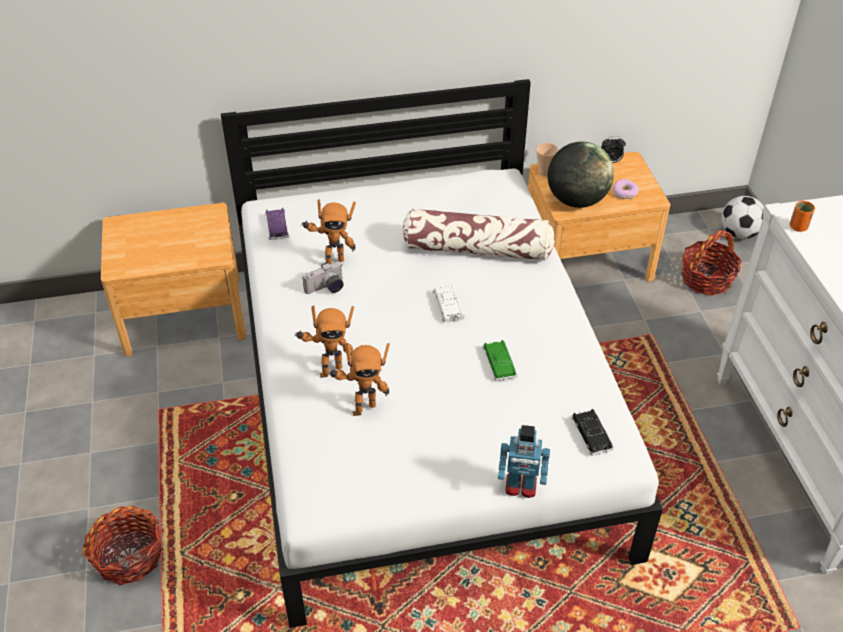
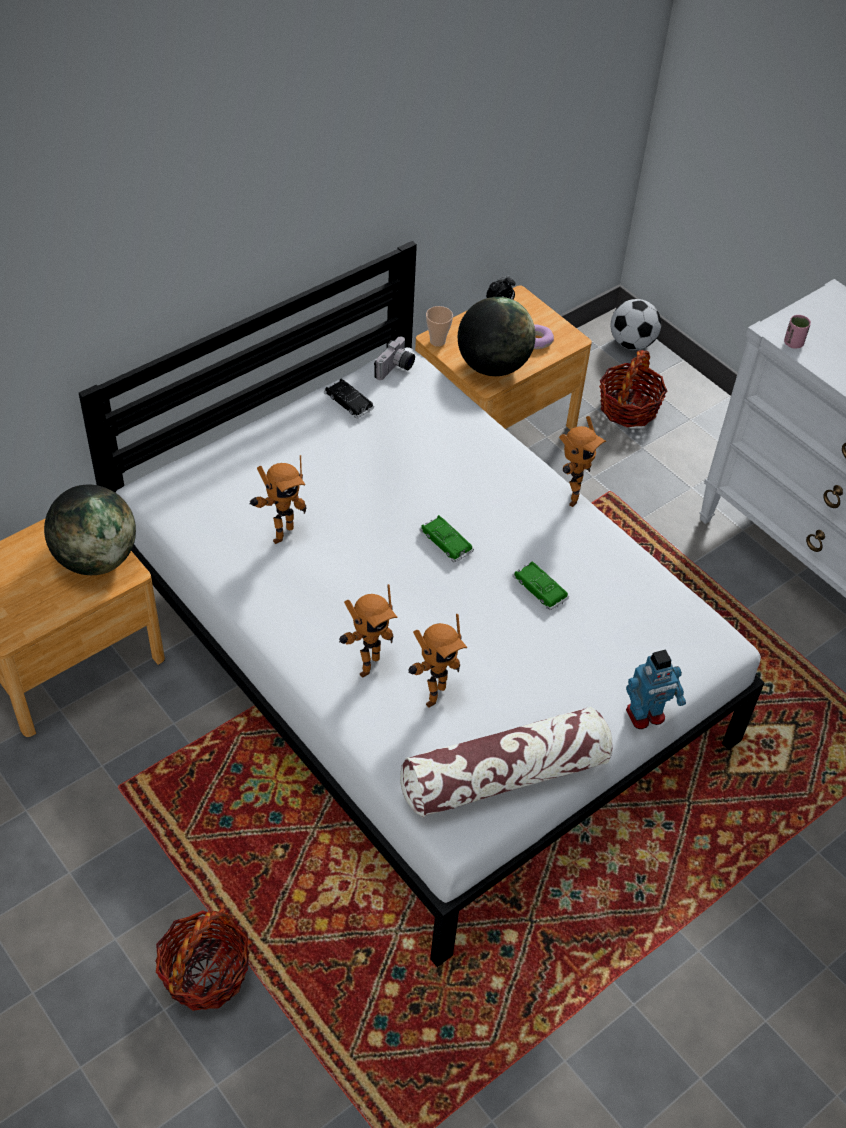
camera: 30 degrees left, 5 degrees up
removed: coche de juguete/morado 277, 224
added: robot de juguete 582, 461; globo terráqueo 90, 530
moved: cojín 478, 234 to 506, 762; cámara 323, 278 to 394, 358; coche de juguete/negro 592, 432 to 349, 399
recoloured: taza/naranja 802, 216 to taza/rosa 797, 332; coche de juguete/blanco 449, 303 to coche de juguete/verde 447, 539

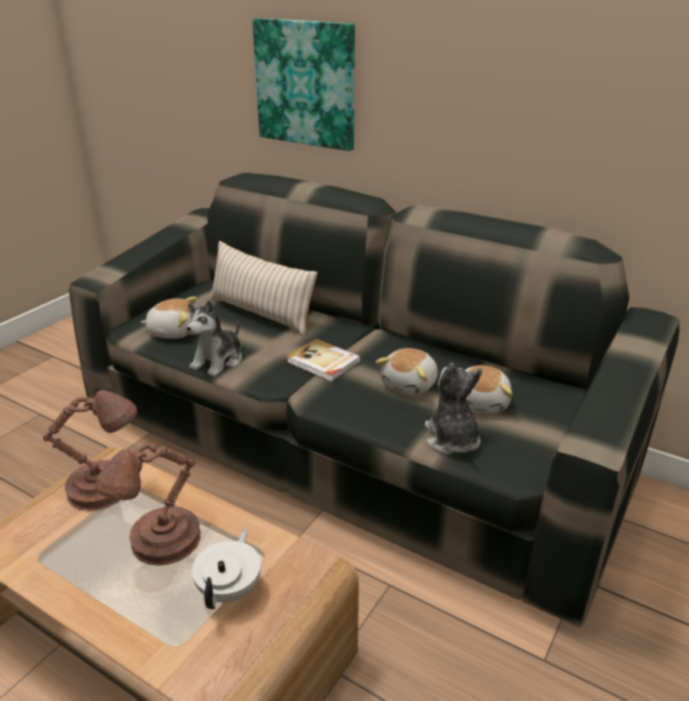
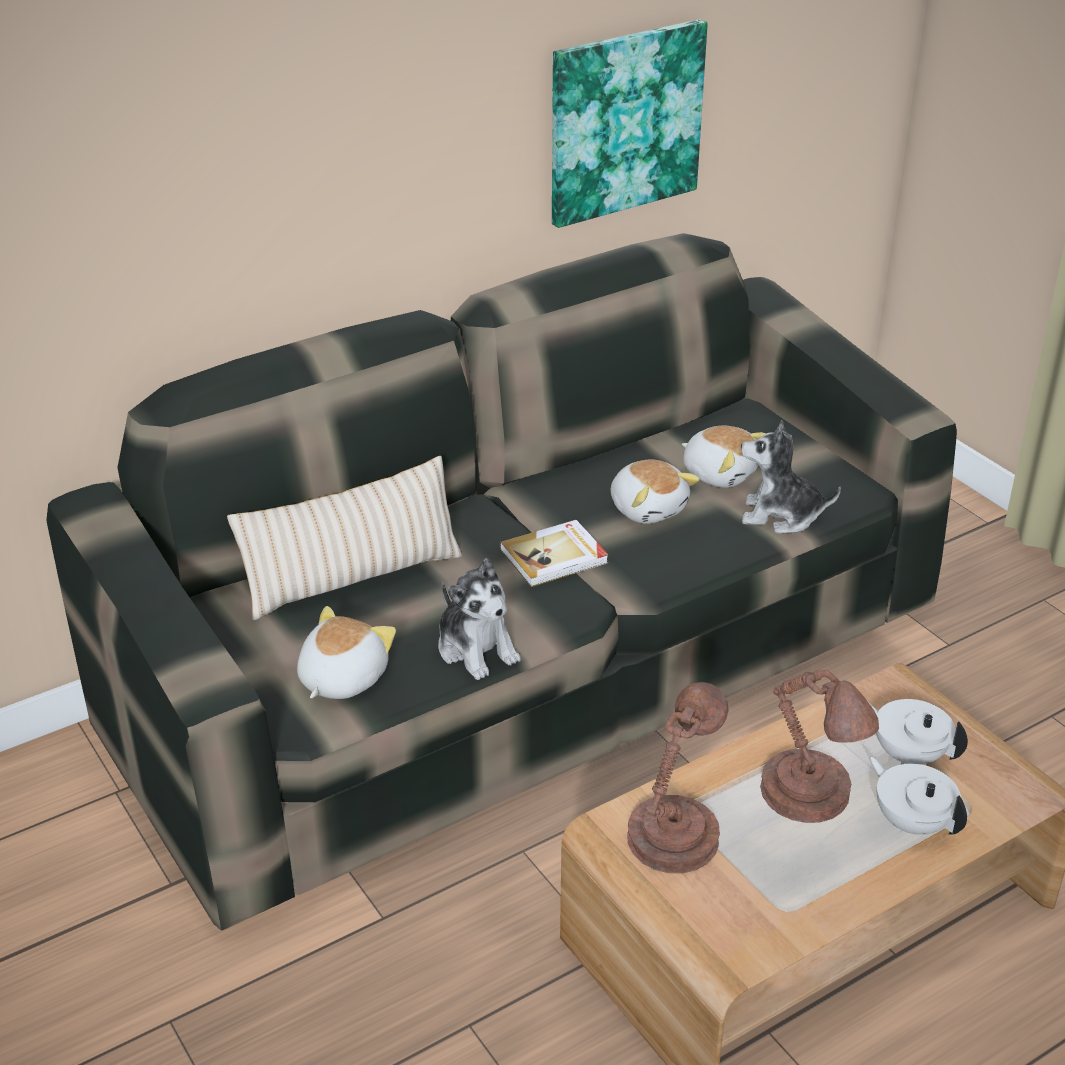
camera: 65 degrees left, 5 degrees up
added: tetera/blanco 918, 796
moved: cuadro 303, 84 to 630, 123

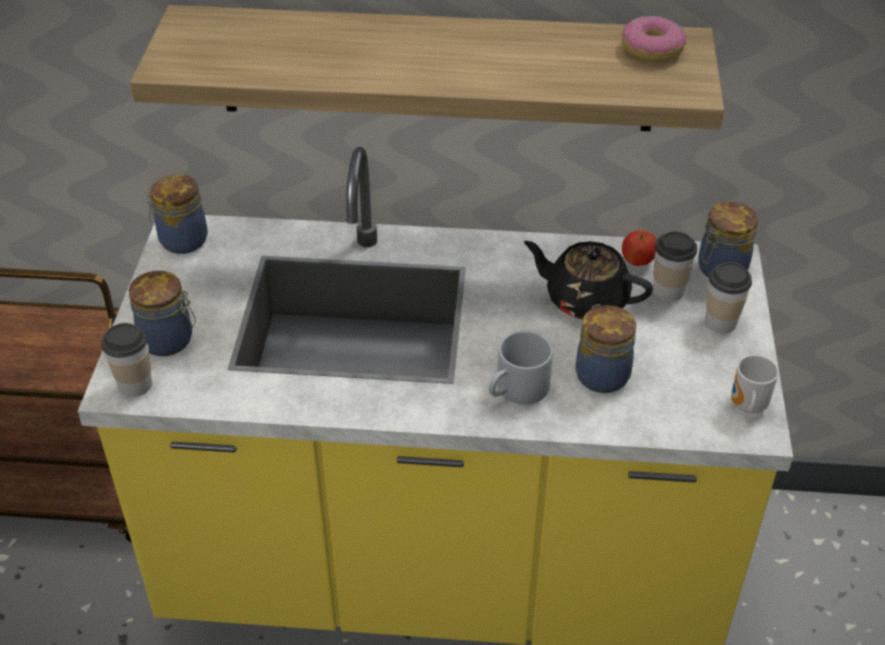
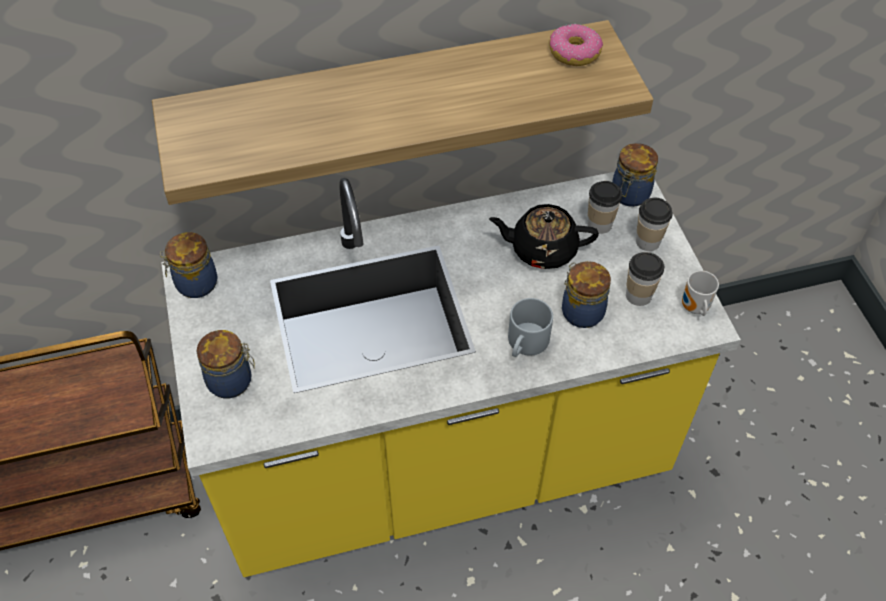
camera: 20 degrees left, 10 degrees up
removed: manzana 639, 248
moved: taza 126, 360 to 645, 279

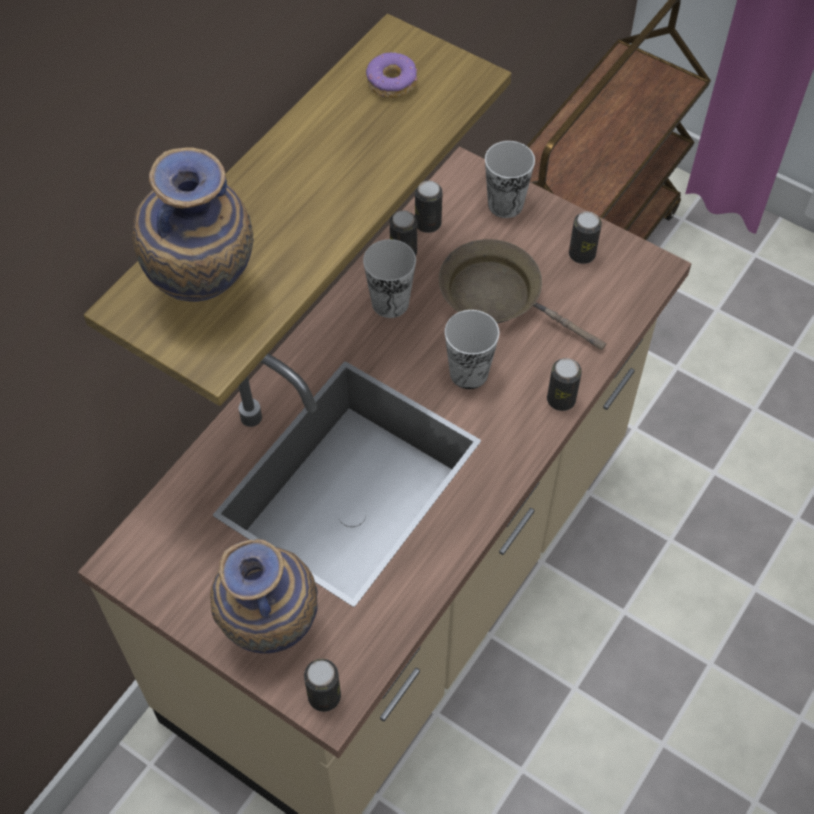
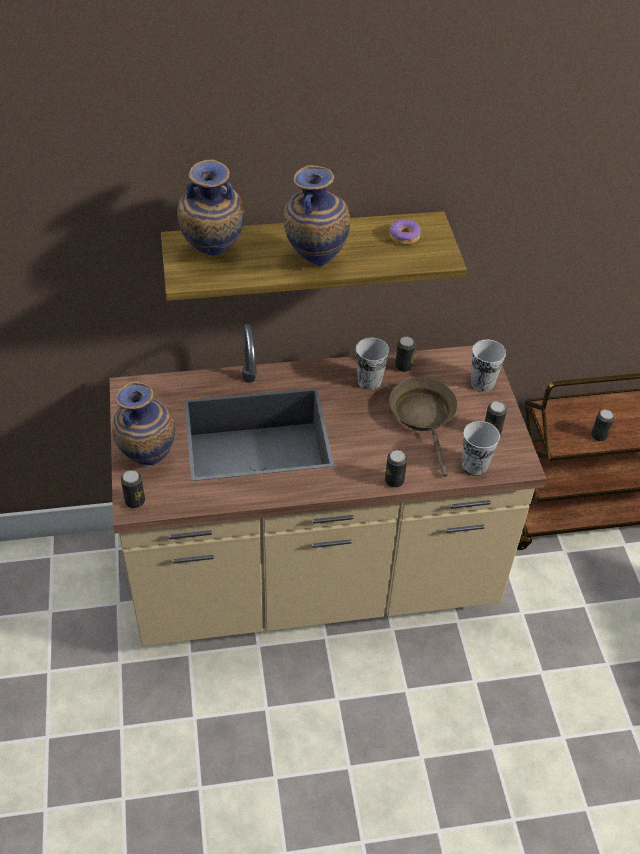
camera: 45 degrees right, 10 degrees down
added: florero 316, 216
moved: lata 428, 207 to 603, 425; taza 472, 349 to 481, 448

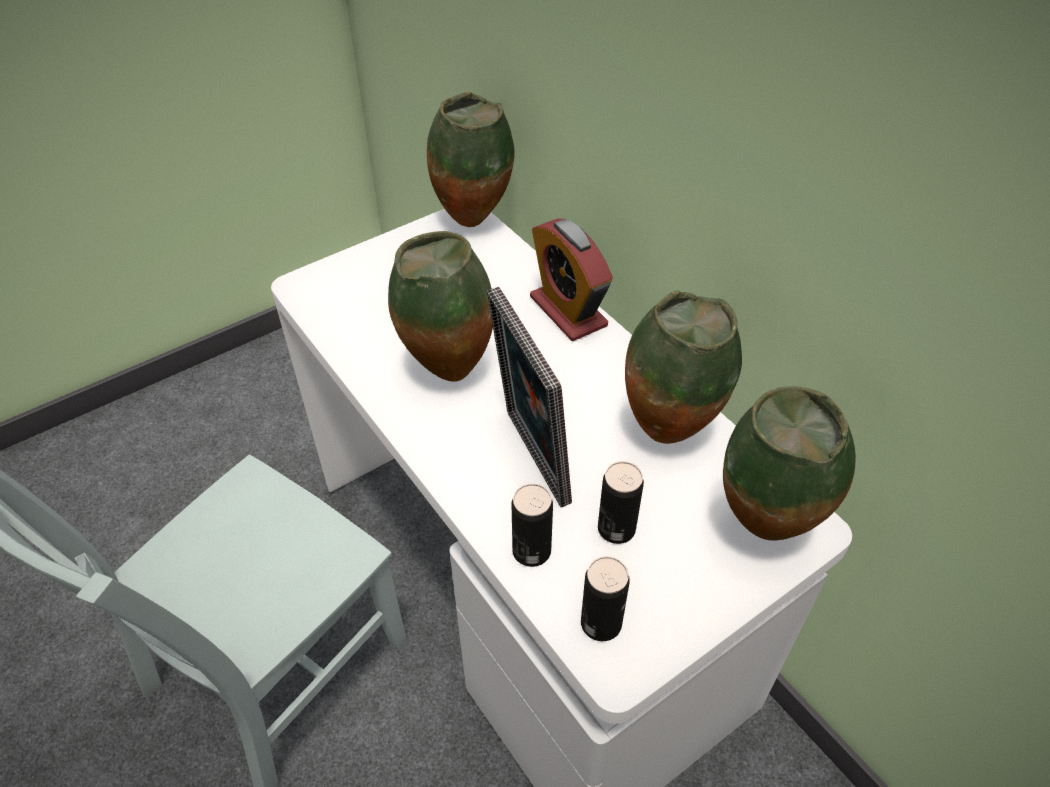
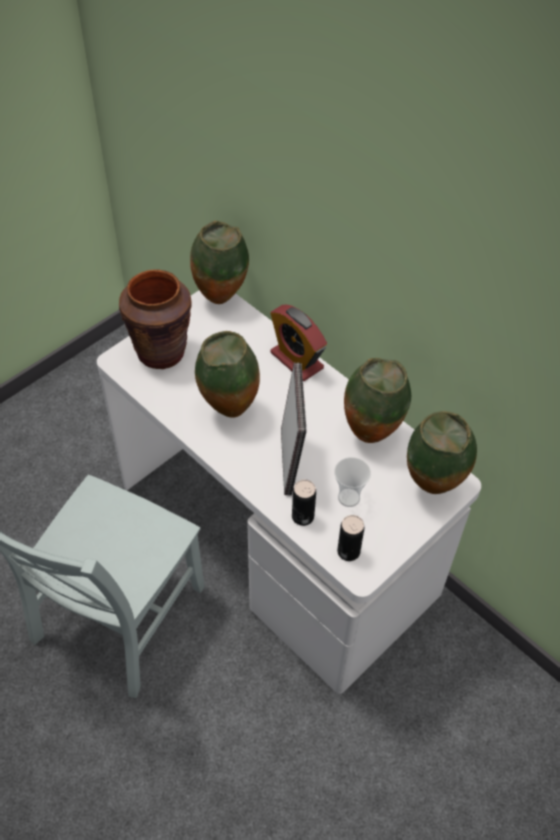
camera: 10 degrees left, 5 degrees up
added: florero/marrón 155, 319
replaced: lata 621, 502 to taza 352, 482
turned: portarretratos 529, 396 = 294, 429 150 degrees counterclockwise

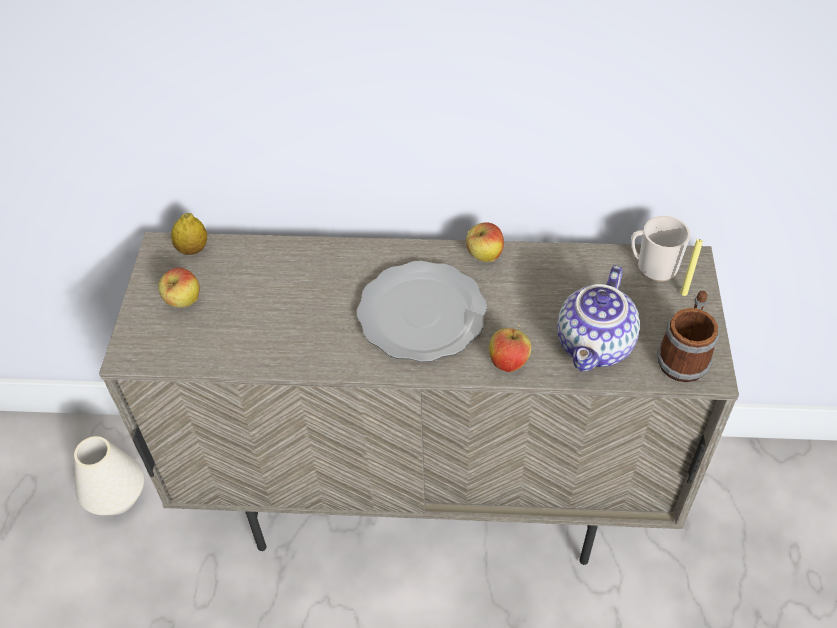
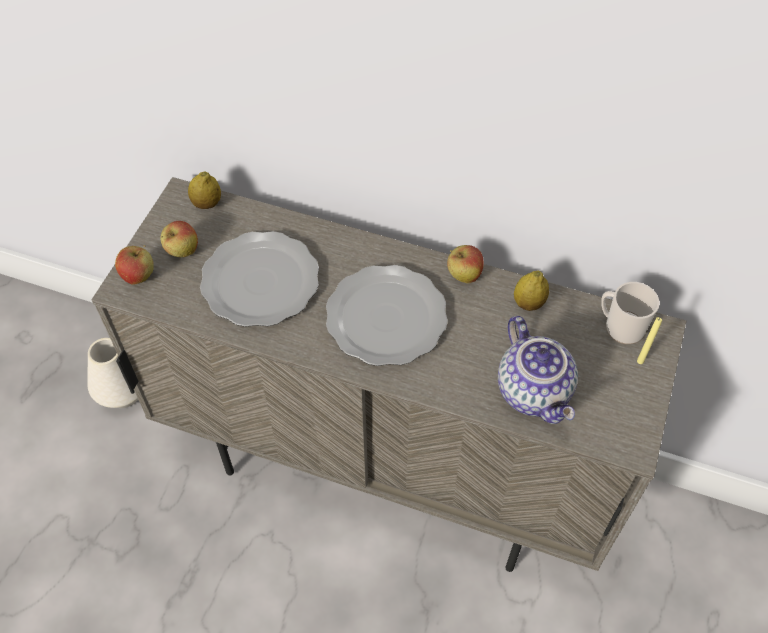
camera: 15 degrees right, 5 degrees up
removed: taza grande 688, 336
added: plato 259, 279; limón 531, 291
moved: manzana 510, 348 to 134, 265
turned: tetera 598, 318 = 538, 370 60 degrees counterclockwise

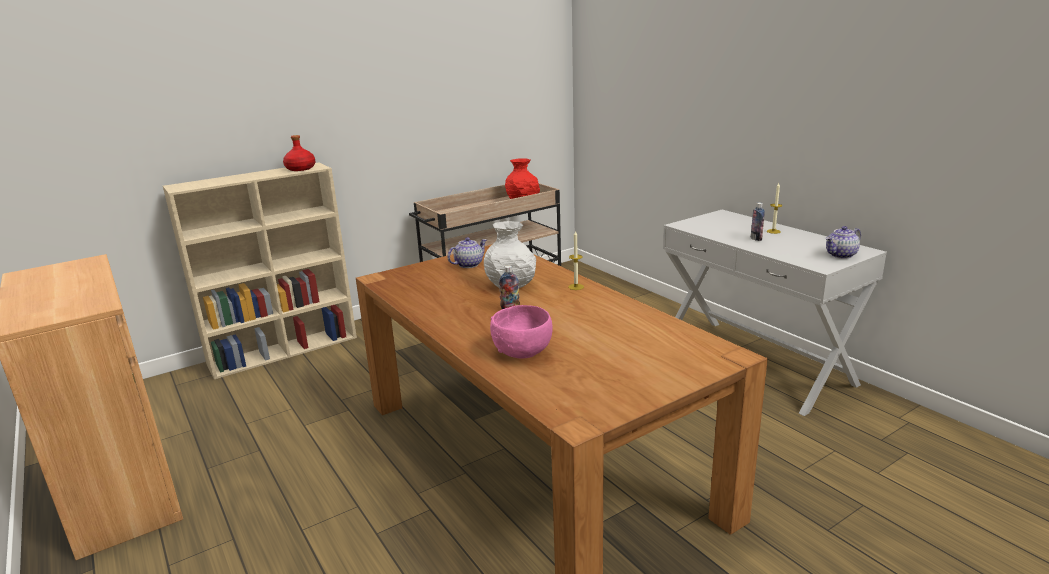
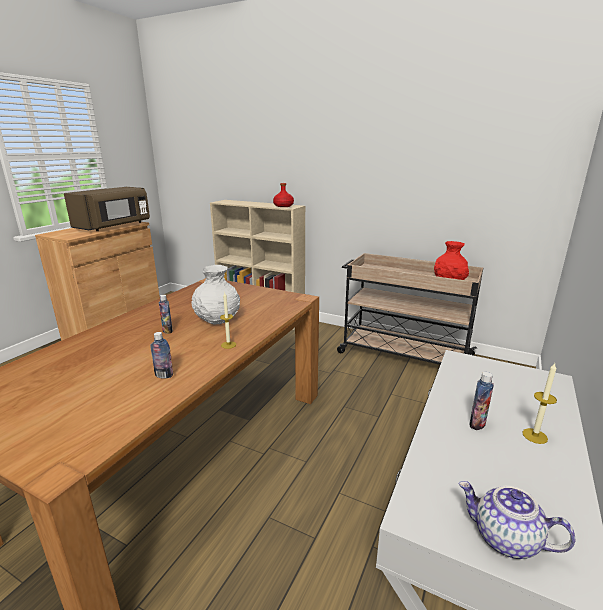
camera: 60 degrees right, 0 degrees up
removed: tetera 467, 252; cuenco/rosa 521, 332
added: microondas/marrón 107, 209; botella 161, 355

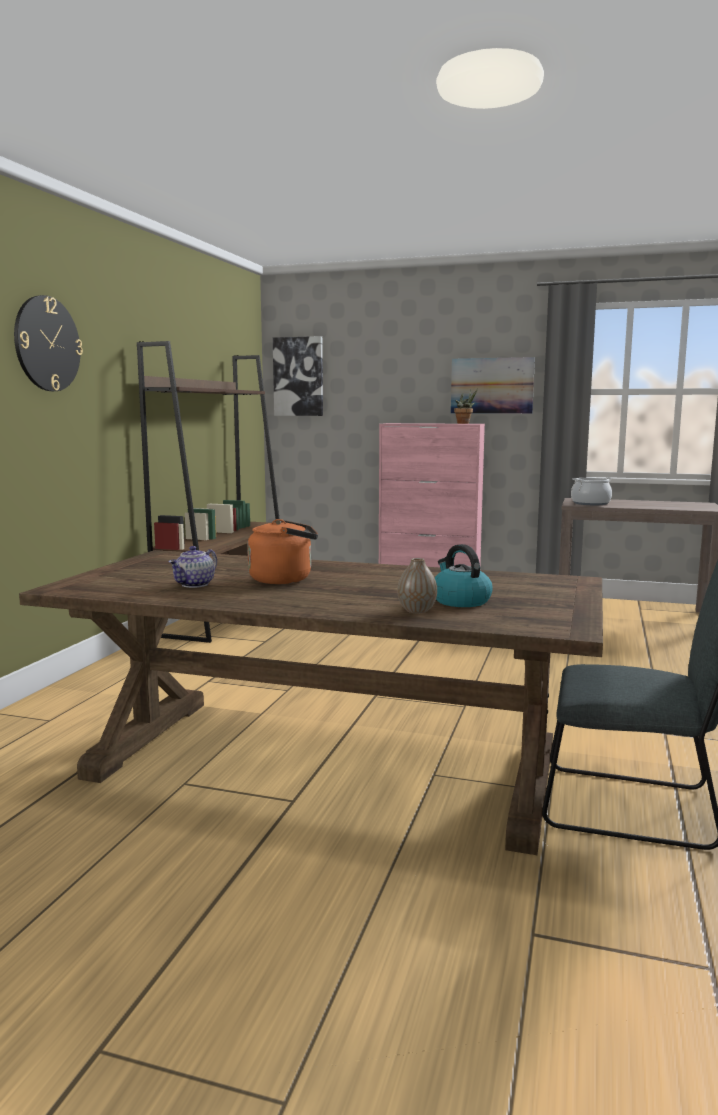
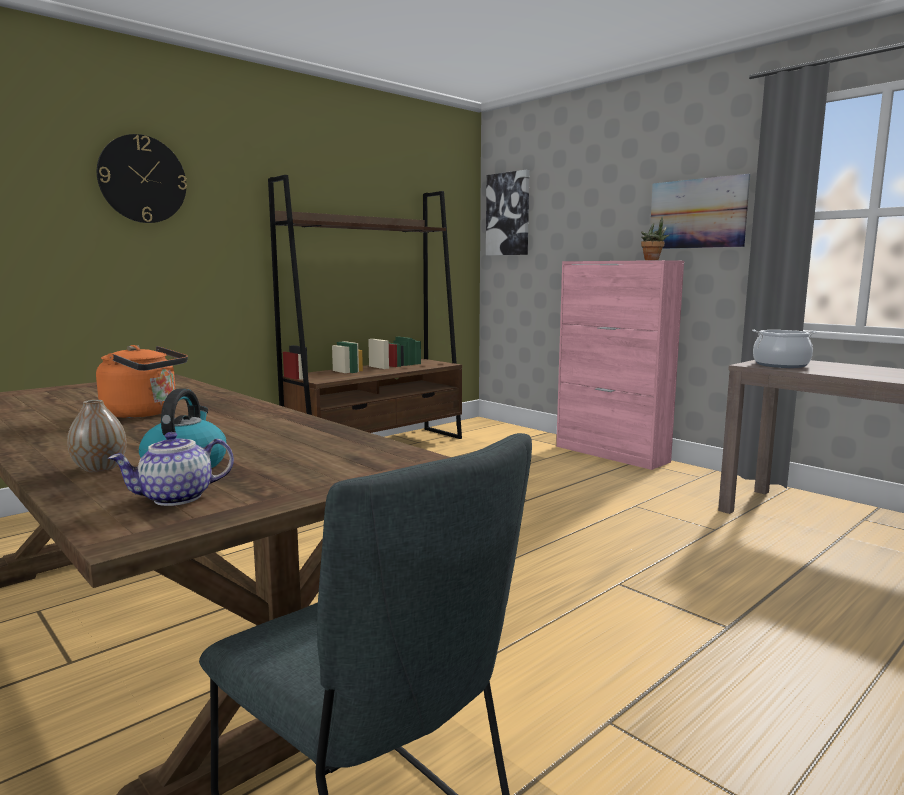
camera: 30 degrees right, 0 degrees up
moved: tetera 193, 567 to 171, 469

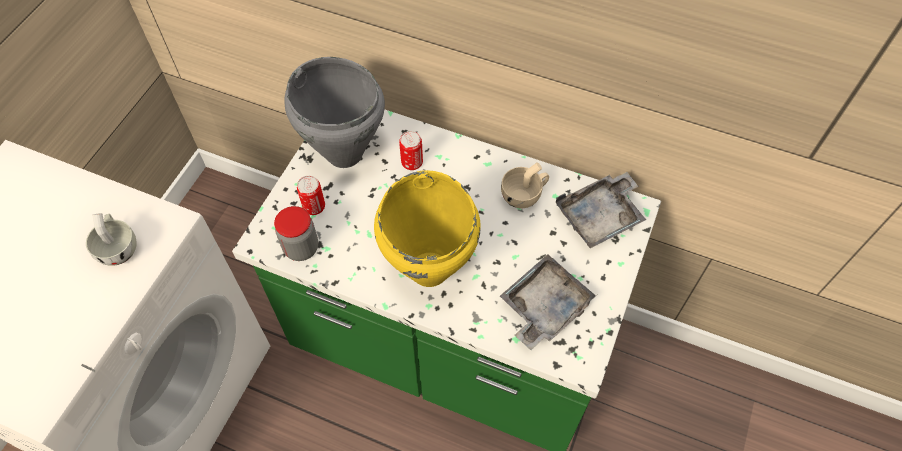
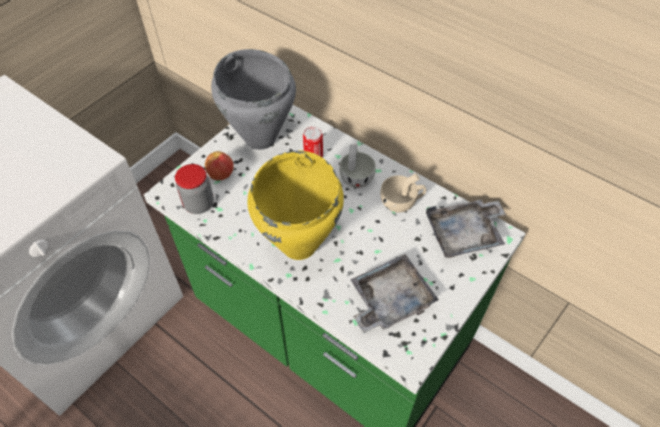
camera: 15 degrees right, 5 degrees down
moved: taza/blanco 111, 239 to 358, 166
replaced: lata 311, 195 to manzana 219, 165

